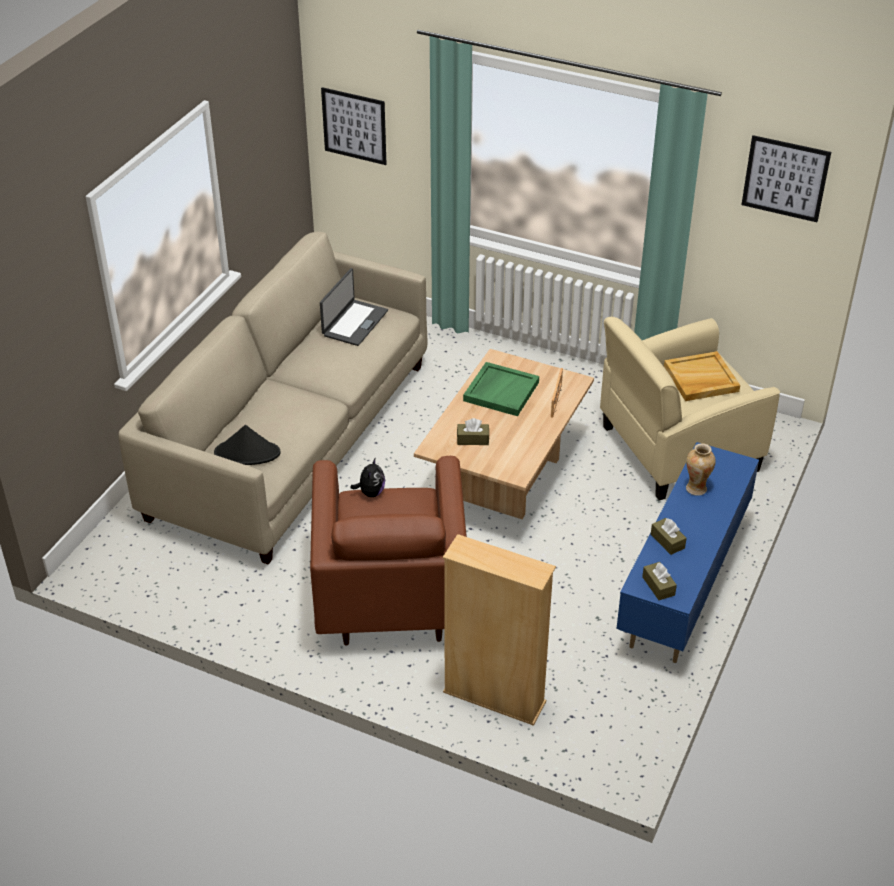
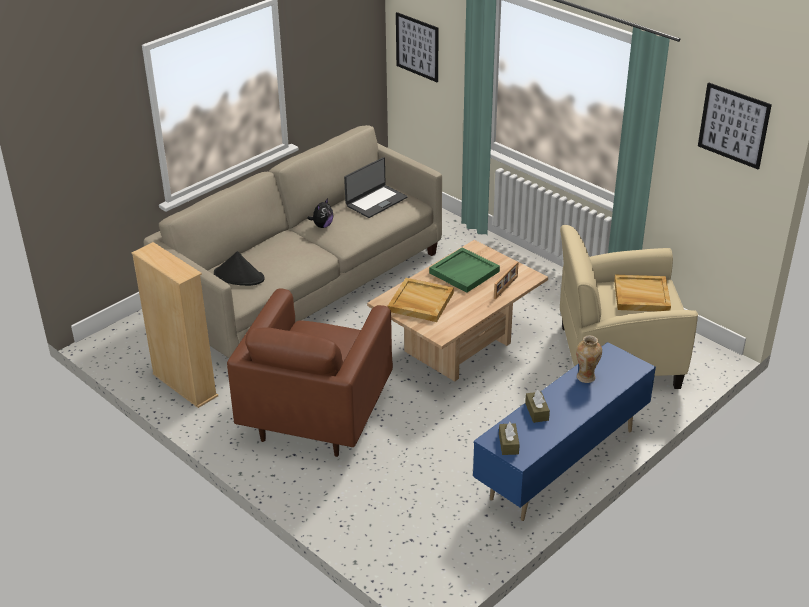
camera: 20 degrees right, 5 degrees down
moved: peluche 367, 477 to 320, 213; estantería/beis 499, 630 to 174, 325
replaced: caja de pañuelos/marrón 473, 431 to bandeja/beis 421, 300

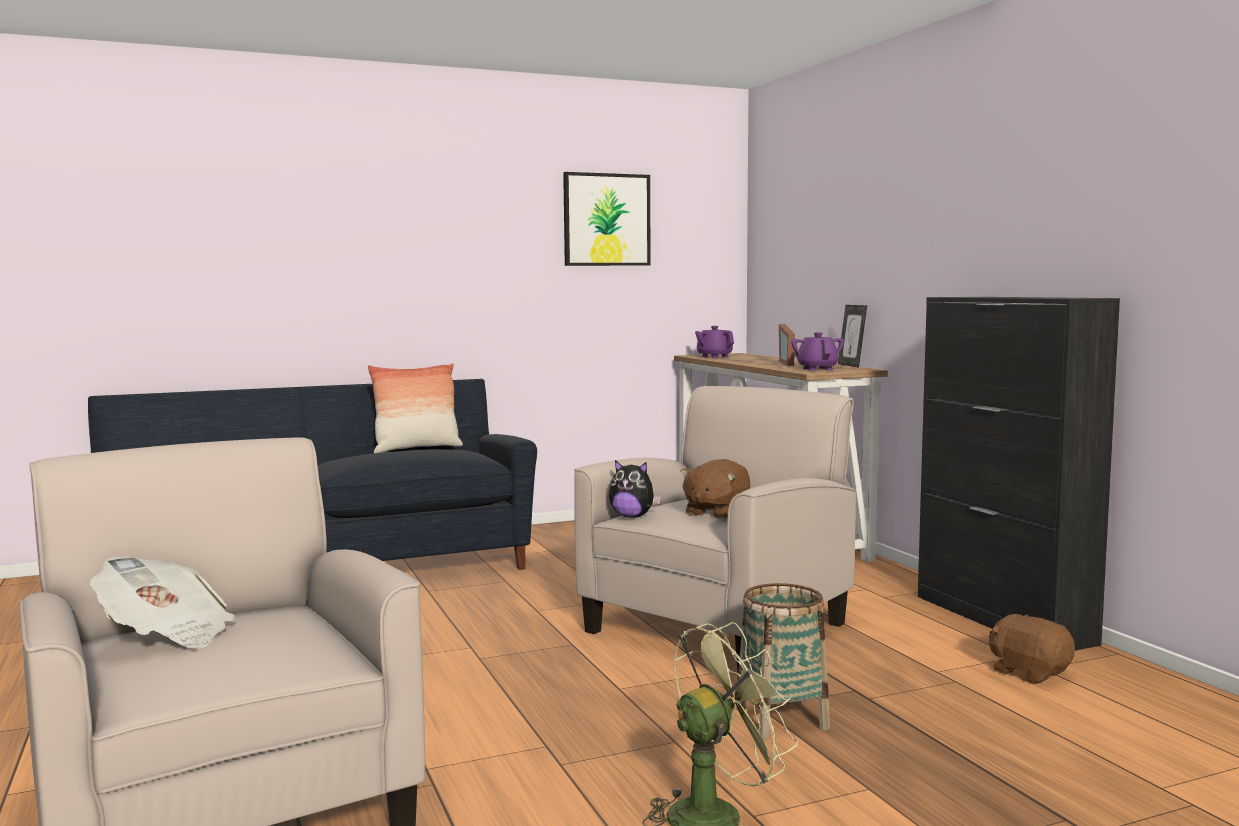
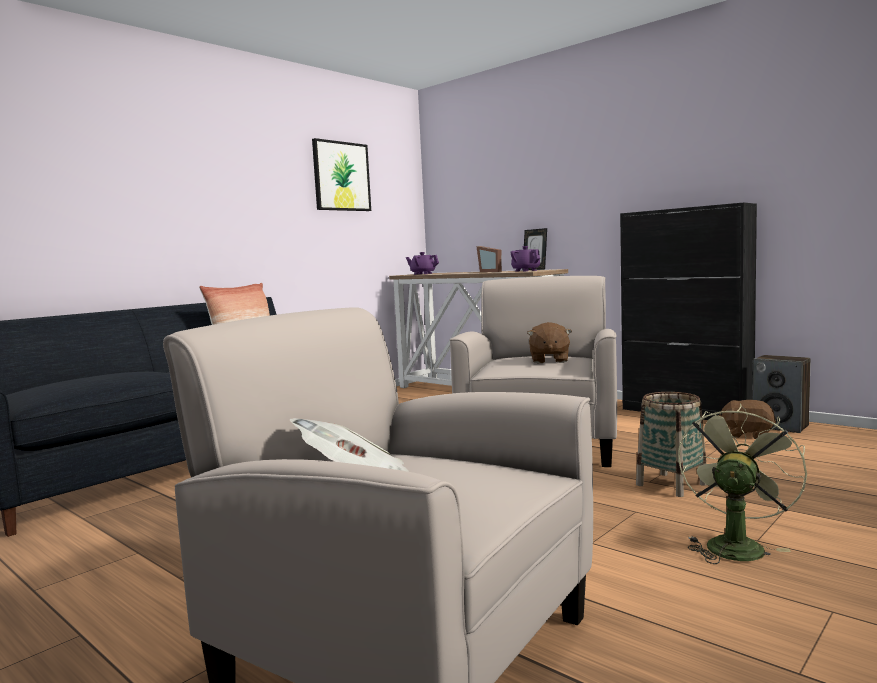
camera: 25 degrees left, 0 degrees up
removed: peluche 635, 489
added: altavoz 781, 394

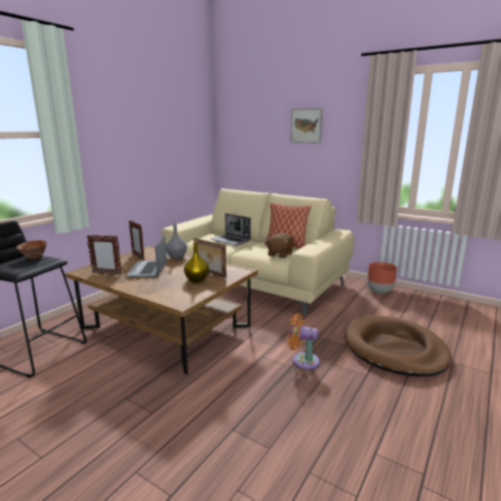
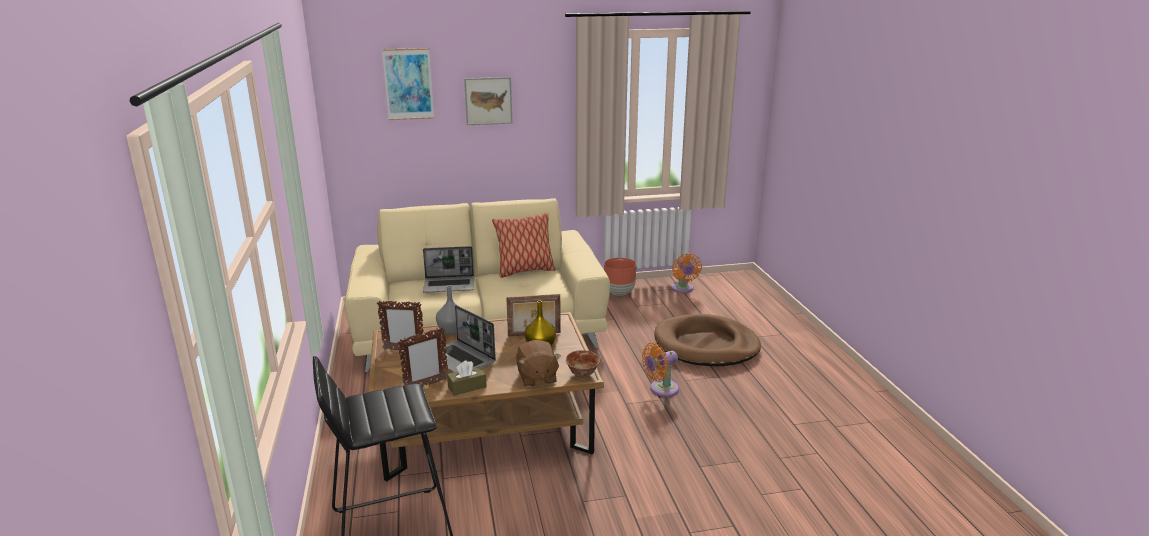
camera: 45 degrees left, 5 degrees up
added: cuadro 408, 84; ventilador/naranja 686, 273; caja de pañuelos/marrón 467, 378
moved: peluche/marrón 280, 245 to 538, 363; cuenco 31, 249 to 583, 364

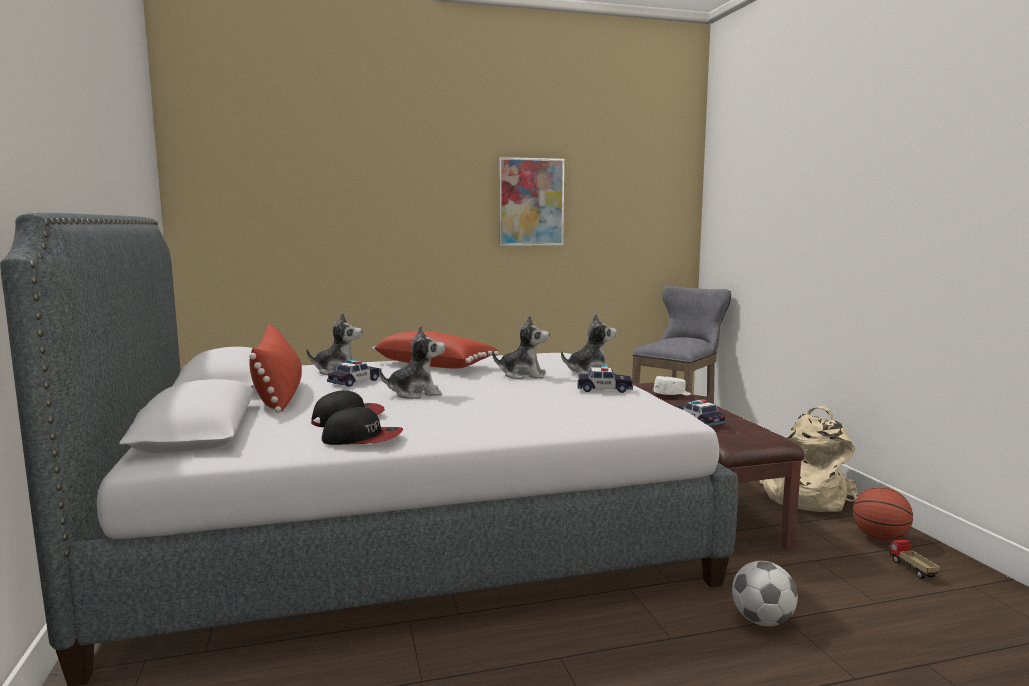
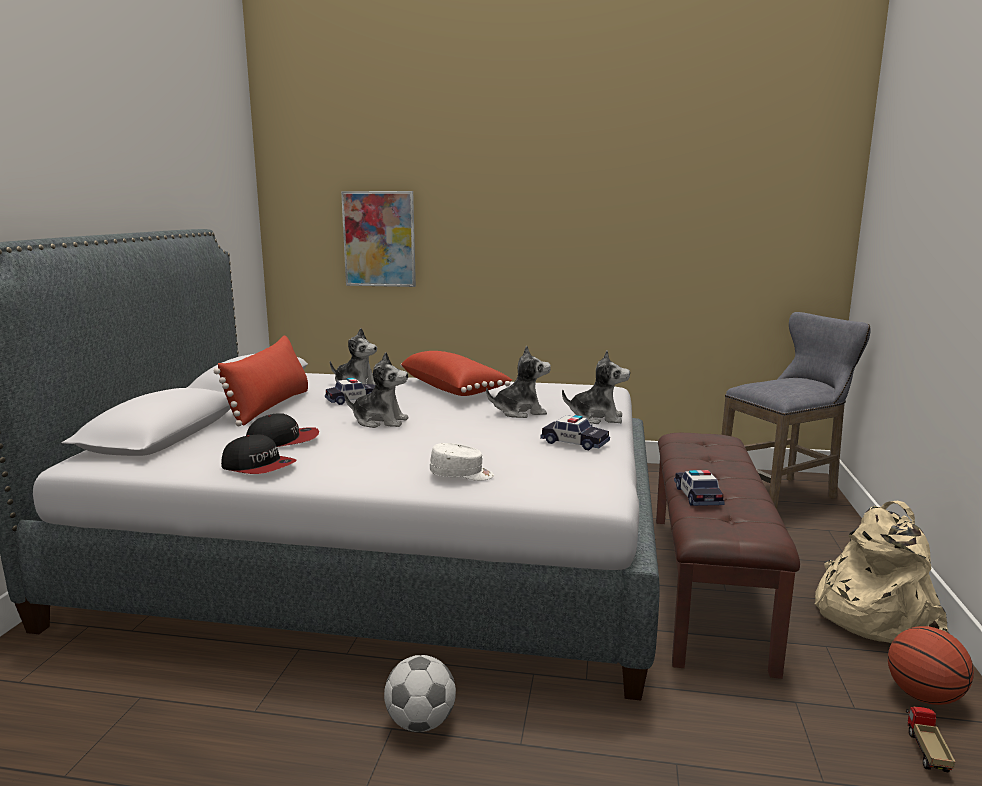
camera: 25 degrees right, 5 degrees up
moved: cuadro 531, 201 to 378, 239; gorra/blanco 672, 386 to 462, 462; balón de fútbol 765, 593 to 420, 693
turned: peluche 520, 347 = 518, 382 45 degrees counterclockwise

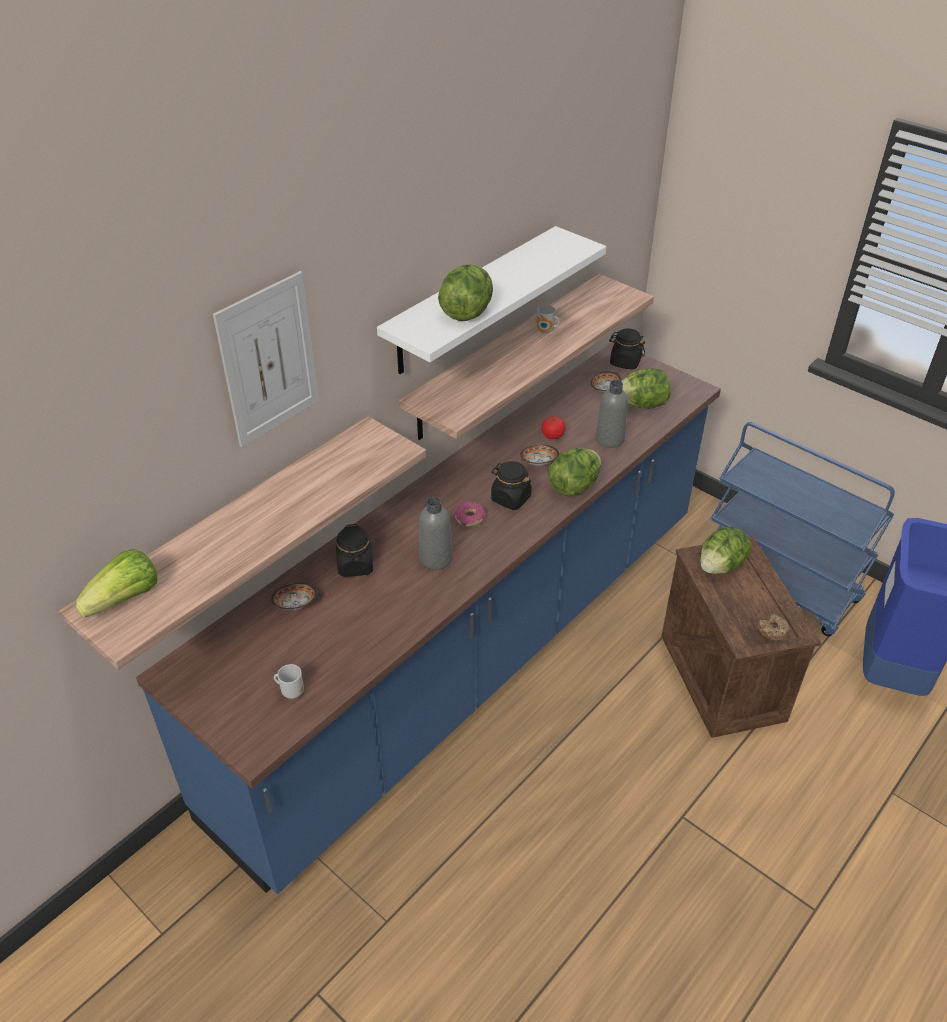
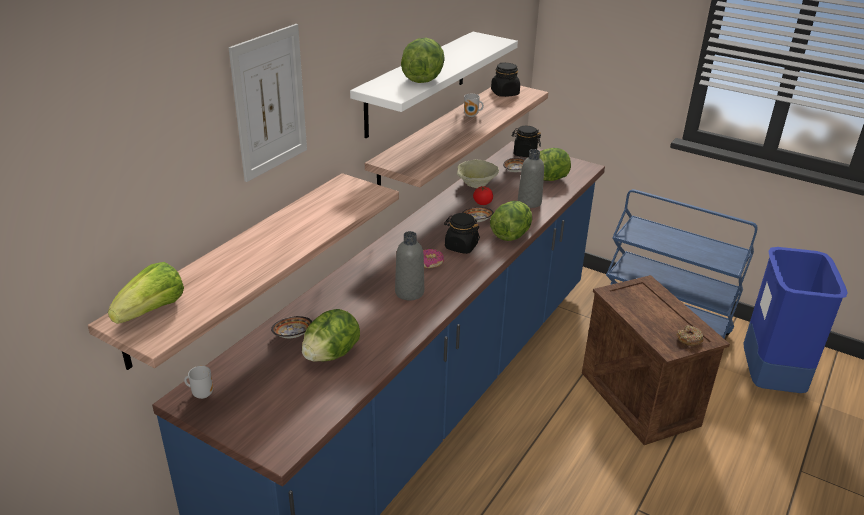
camera: 10 degrees left, 10 degrees down
added: cuenco/beis 478, 173
moved: tarro/negro 354, 550 to 505, 79; lechuga 725, 550 to 331, 335; taza grande 289, 681 to 198, 382

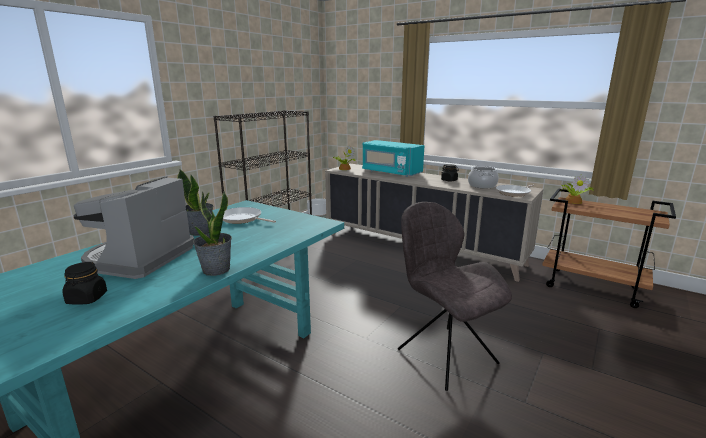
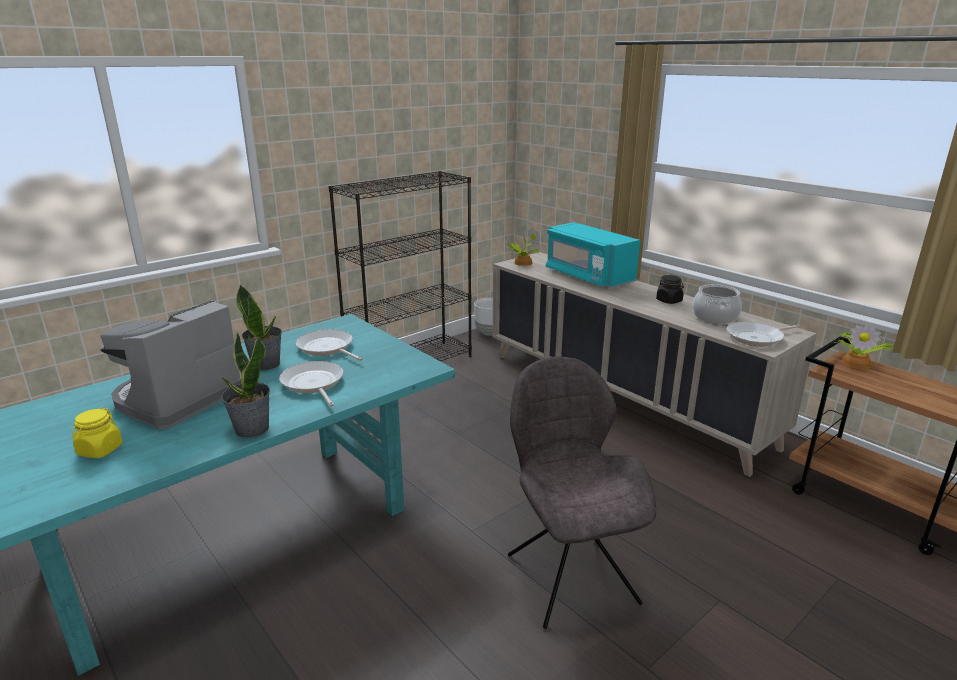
camera: 15 degrees right, 5 degrees up
added: sartén 311, 384
recoloured: tarro/negro 84, 283 to tarro/amarillo 97, 433

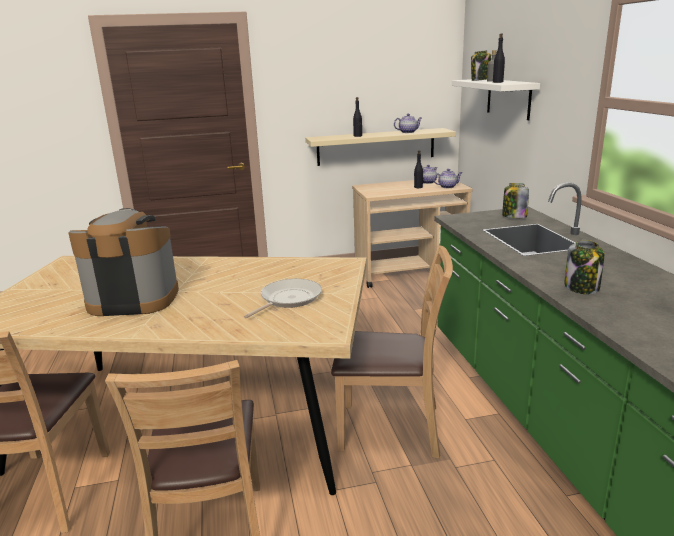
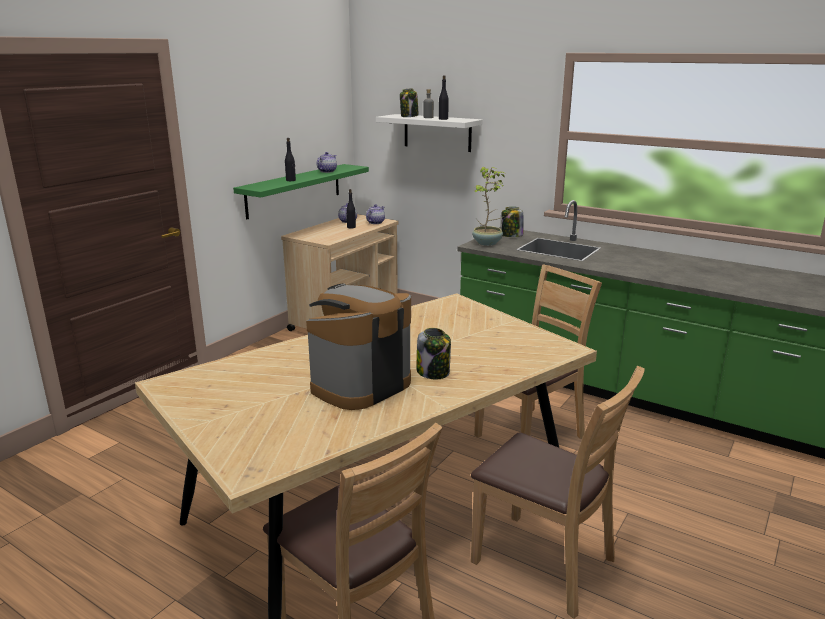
camera: 45 degrees left, 0 degrees up
removed: sartén 283, 298
added: planta en maceta 488, 206
moved: tarro 584, 267 to 434, 353
recoloured: estante/beis 380, 147 to estante/verde 301, 191

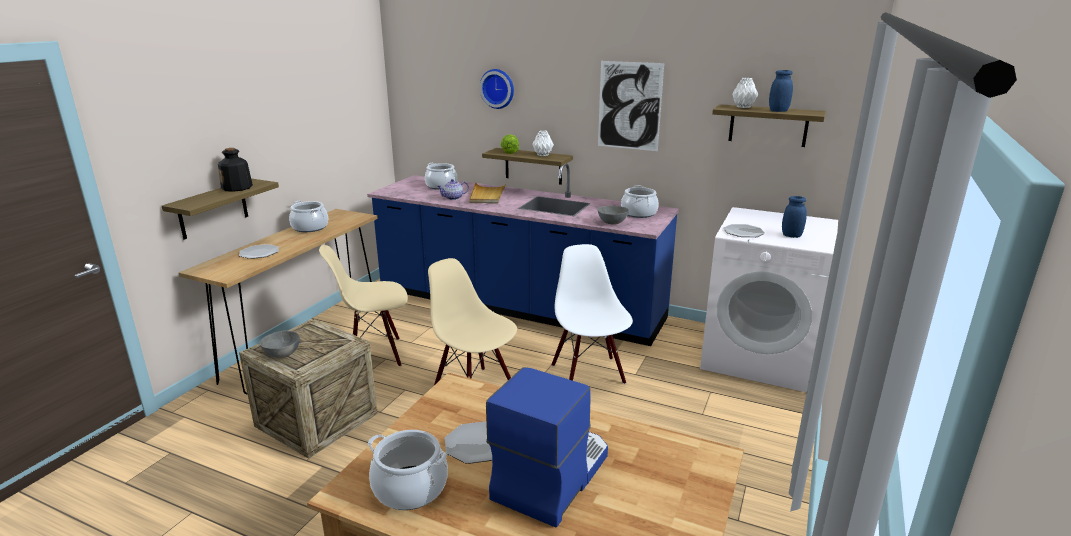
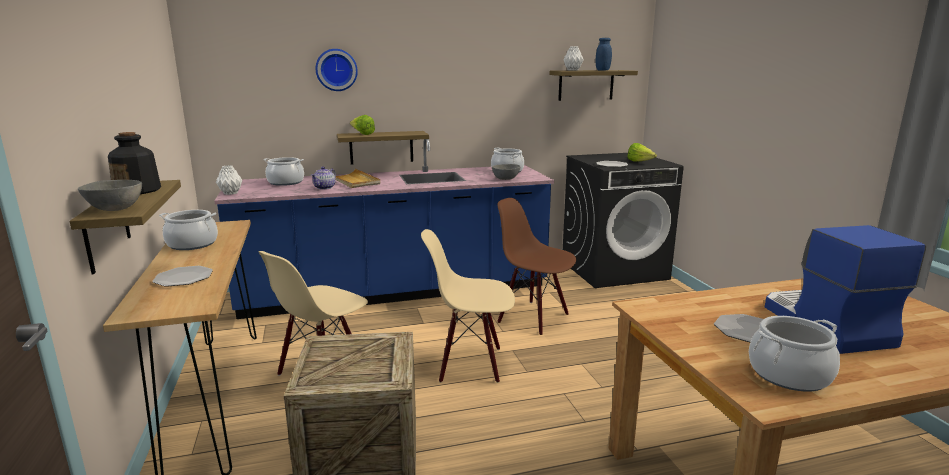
camera: 40 degrees left, 5 degrees down
removed: cuadro 631, 106
moved: florero/blanco 543, 143 to 229, 180; cuenco/gris 279, 344 to 110, 195
replaced: tarro/azul 794, 217 to lechuga 642, 152
recoloured: lavadora/blanco 769, 299 to lavadora/negro 623, 220; silla/blanco 592, 314 to silla/marrón 536, 266

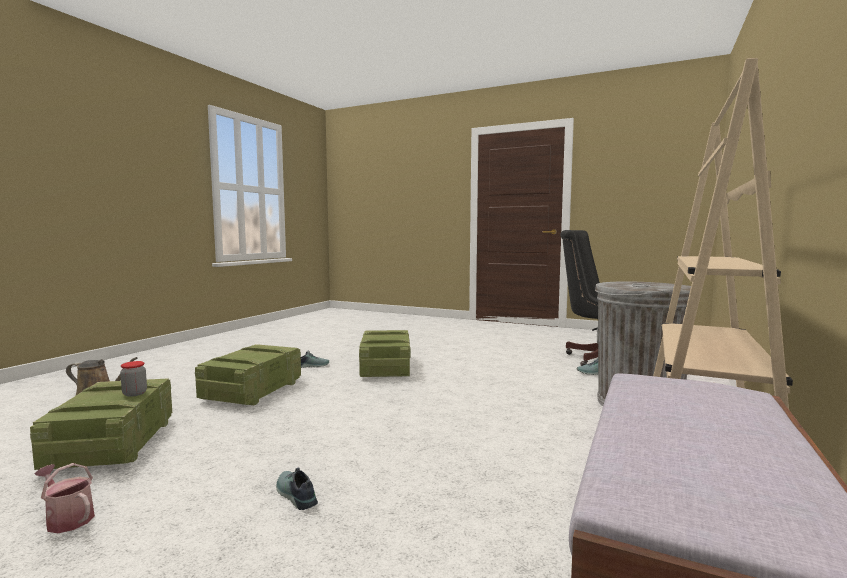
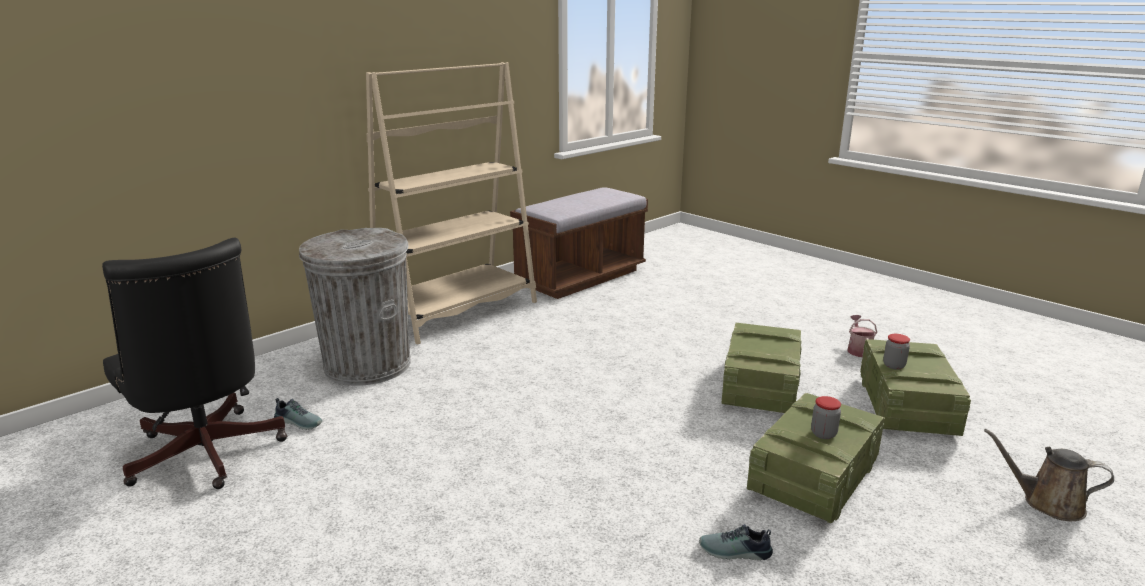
camera: 160 degrees left, 15 degrees up
removed: zapato 297, 489
added: tarro 826, 417
moved: caja de embalaje 385, 353 to 761, 368
turned: regadera 64, 498 = 862, 336 135 degrees counterclockwise

